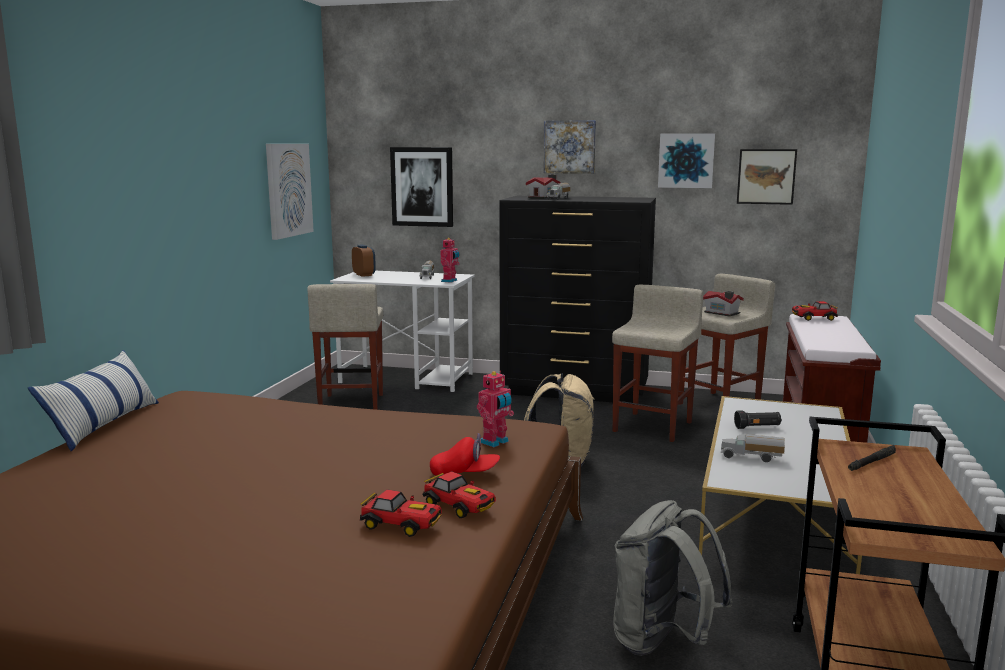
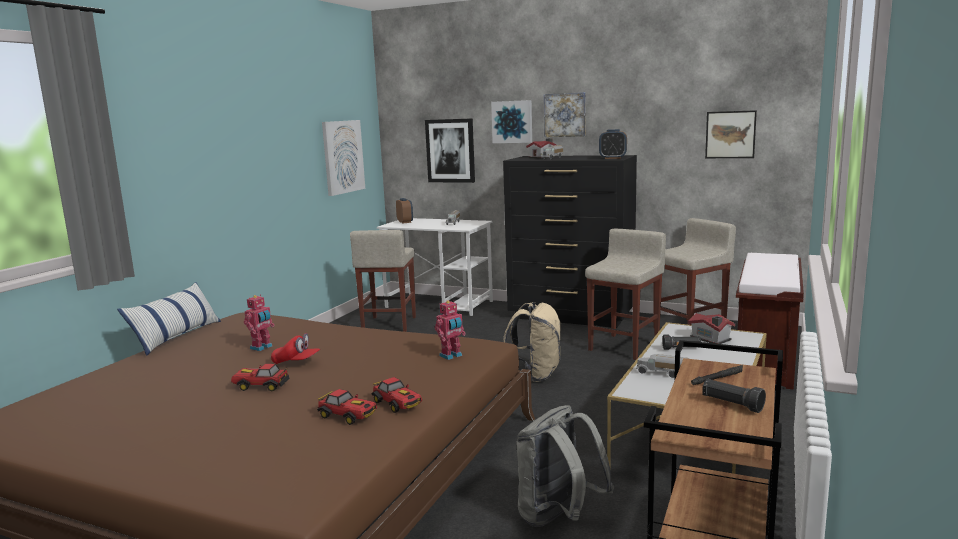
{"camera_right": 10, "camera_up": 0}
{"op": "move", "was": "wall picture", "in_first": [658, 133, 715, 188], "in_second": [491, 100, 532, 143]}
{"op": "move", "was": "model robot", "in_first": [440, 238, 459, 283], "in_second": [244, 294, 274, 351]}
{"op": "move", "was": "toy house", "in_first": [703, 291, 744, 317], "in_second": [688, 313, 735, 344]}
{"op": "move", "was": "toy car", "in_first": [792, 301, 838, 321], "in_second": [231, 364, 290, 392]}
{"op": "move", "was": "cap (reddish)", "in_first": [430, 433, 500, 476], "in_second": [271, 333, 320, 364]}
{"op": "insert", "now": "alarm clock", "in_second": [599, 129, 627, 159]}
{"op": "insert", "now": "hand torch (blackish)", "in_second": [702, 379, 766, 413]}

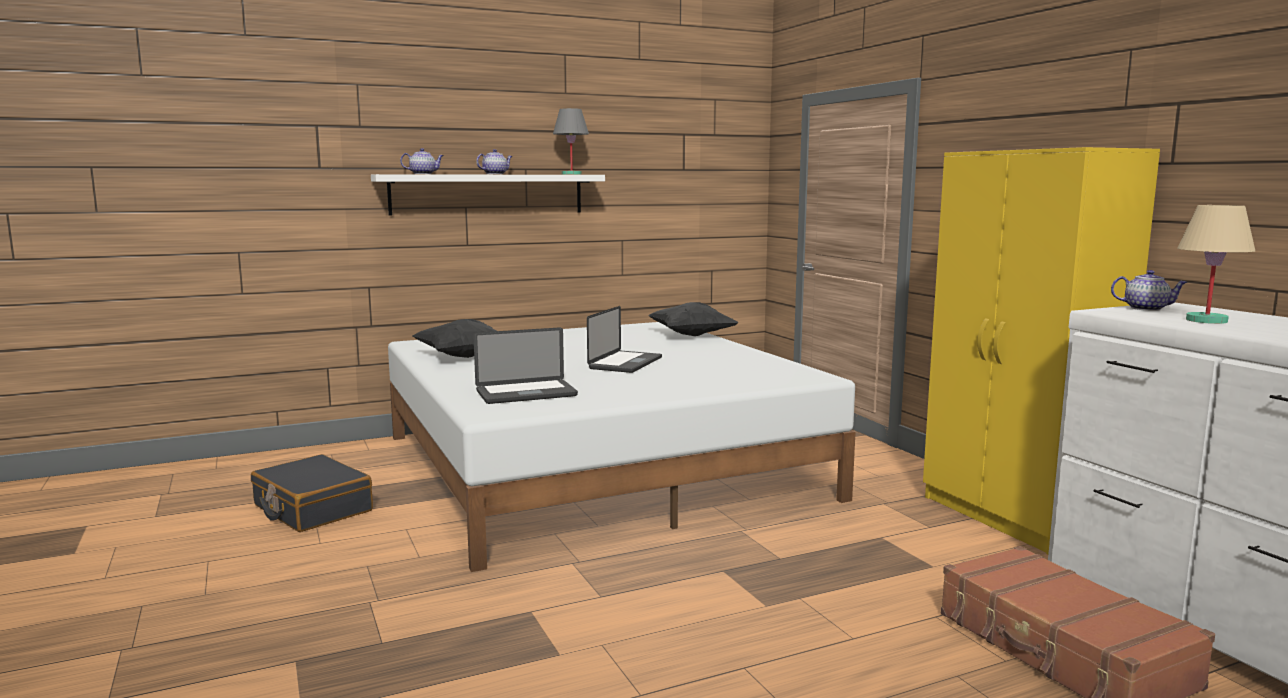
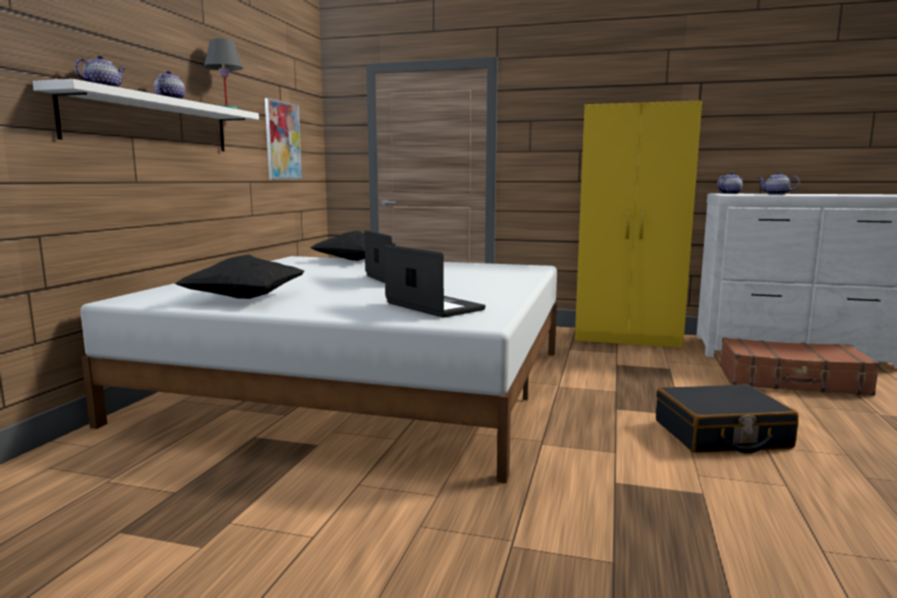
{"camera_right": -50, "camera_up": 0}
{"op": "replace", "was": "lamp for a table (sand-coloured)", "now": "pot for tea", "in_first": [1178, 205, 1255, 324], "in_second": [758, 172, 800, 195]}
{"op": "rotate", "was": "laptop", "in_first": [474, 327, 578, 404], "in_second": [384, 245, 485, 318], "clockwise": -60}
{"op": "move", "was": "piece of luggage (blackish)", "in_first": [251, 454, 373, 532], "in_second": [656, 384, 799, 454]}
{"op": "insert", "now": "wall picture", "in_second": [265, 98, 302, 179]}

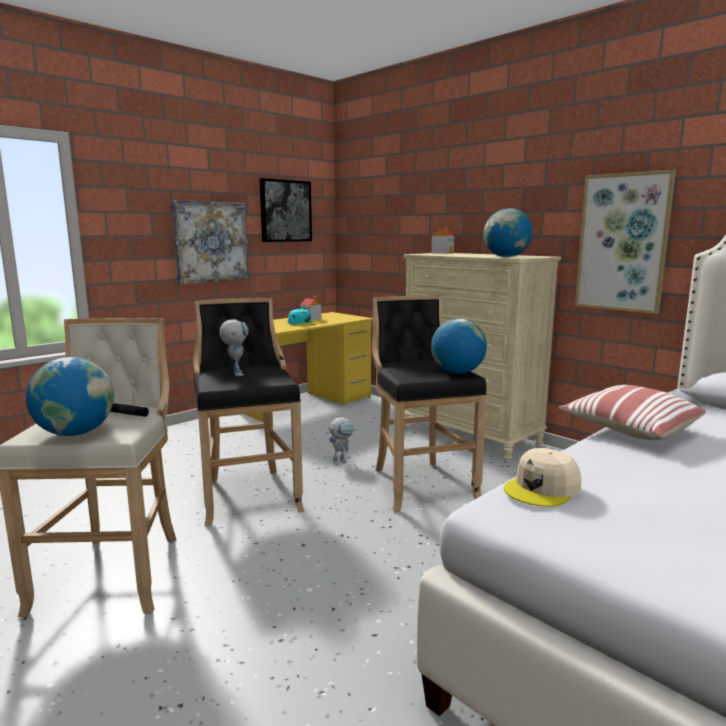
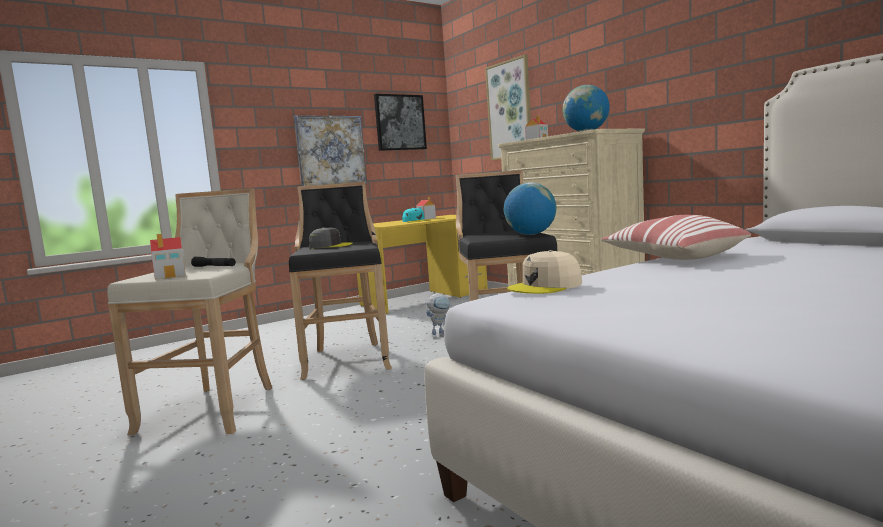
{"camera_right": 10, "camera_up": -5}
{"op": "move", "was": "wall picture", "in_first": [575, 169, 676, 314], "in_second": [485, 55, 531, 160]}
{"op": "replace", "was": "model robot", "now": "cap (gray)", "in_first": [220, 319, 249, 376], "in_second": [309, 227, 353, 248]}
{"op": "replace", "was": "globe", "now": "toy house", "in_first": [26, 357, 114, 436], "in_second": [150, 234, 186, 280]}

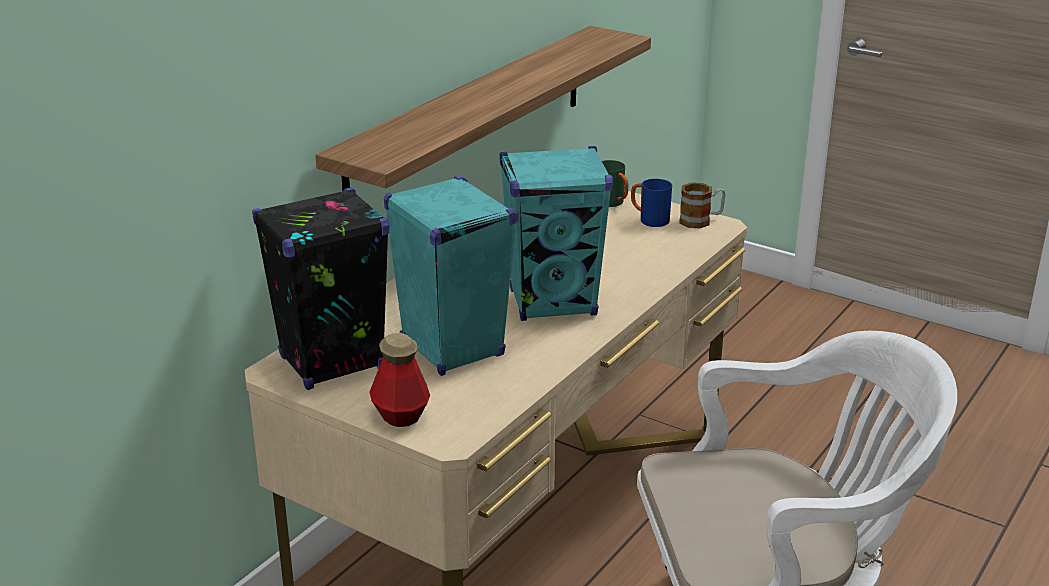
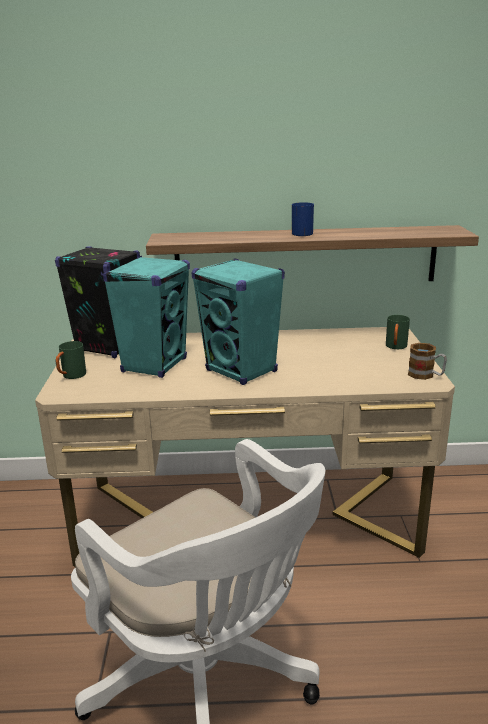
{"camera_right": 55, "camera_up": -5}
{"op": "move", "was": "tea mug (bluish)", "in_first": [631, 179, 672, 227], "in_second": [292, 202, 314, 236]}
{"op": "replace", "was": "drink bottle", "now": "tea mug (green-coloured)", "in_first": [370, 333, 430, 427], "in_second": [56, 341, 86, 379]}

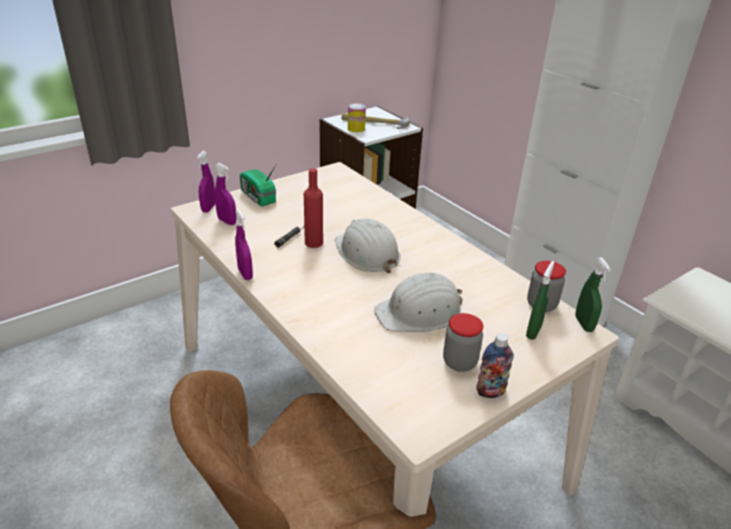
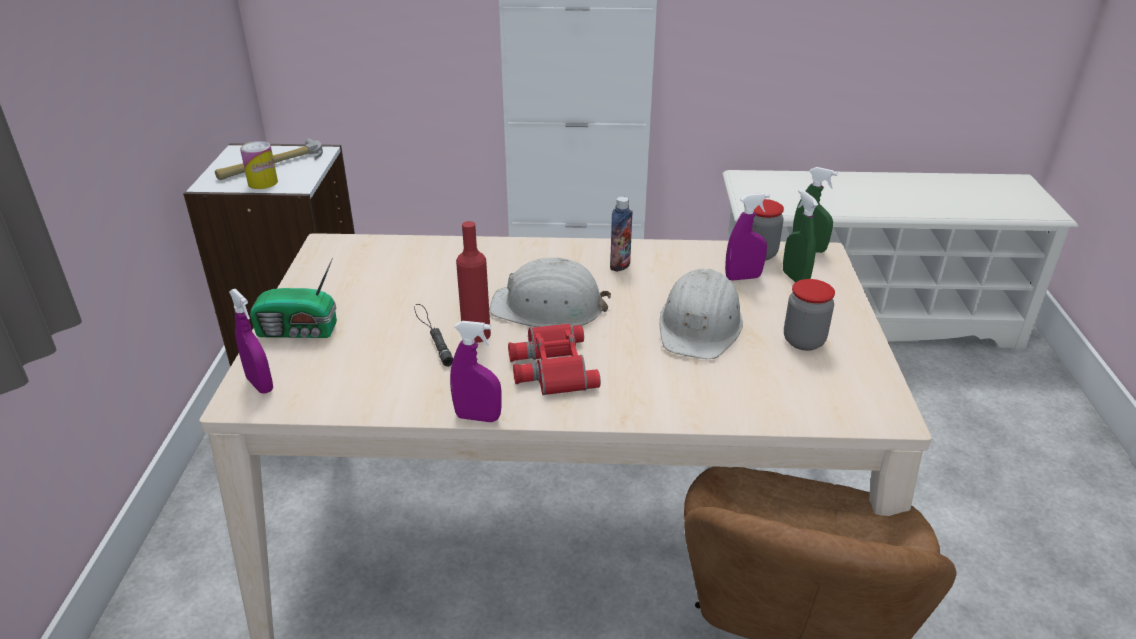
{"camera_right": -50, "camera_up": 0}
{"op": "move", "was": "sprayer (purplish)", "in_first": [215, 163, 236, 225], "in_second": [725, 193, 770, 280]}
{"op": "move", "was": "drink bottle", "in_first": [476, 333, 514, 398], "in_second": [610, 196, 633, 272]}
{"op": "insert", "now": "pair of binoculars (reddish)", "in_second": [508, 323, 601, 395]}

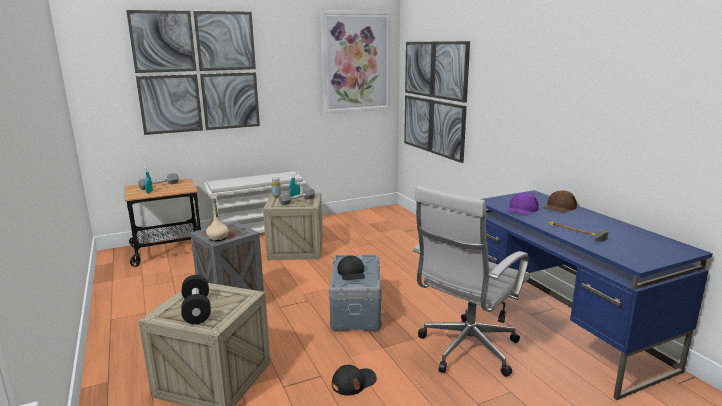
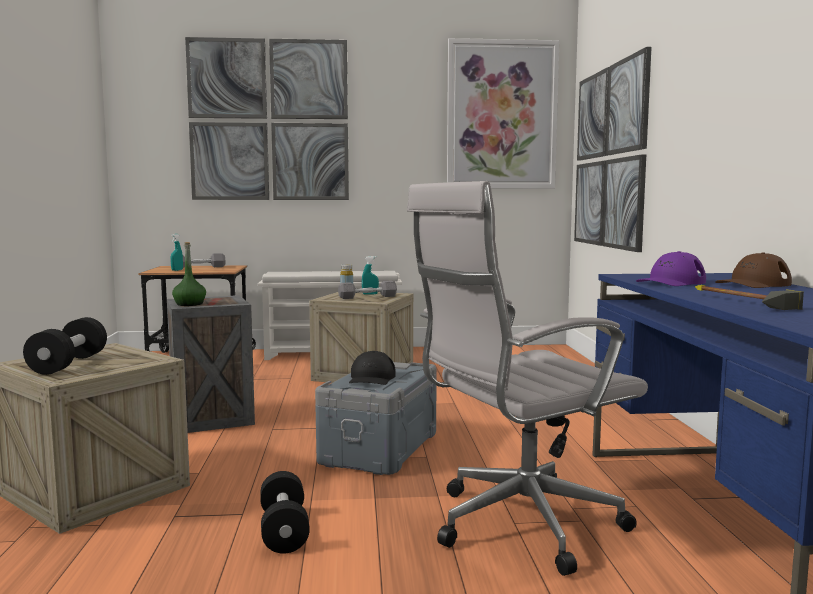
{"camera_right": 20, "camera_up": -10}
{"op": "recolor", "was": "drink bottle (sand-coloured)", "now": "drink bottle (green-coloured)", "in_first": [206, 198, 229, 241], "in_second": [172, 242, 206, 306]}
{"op": "replace", "was": "cap (blackish)", "now": "free weight (blackish)", "in_first": [332, 364, 377, 395], "in_second": [260, 471, 310, 554]}

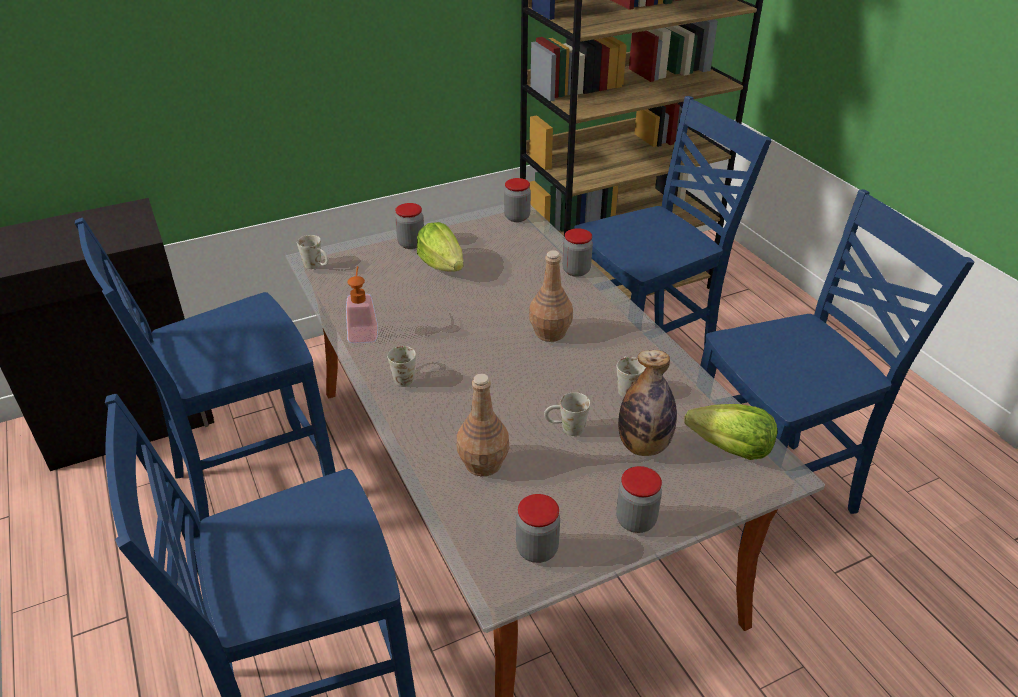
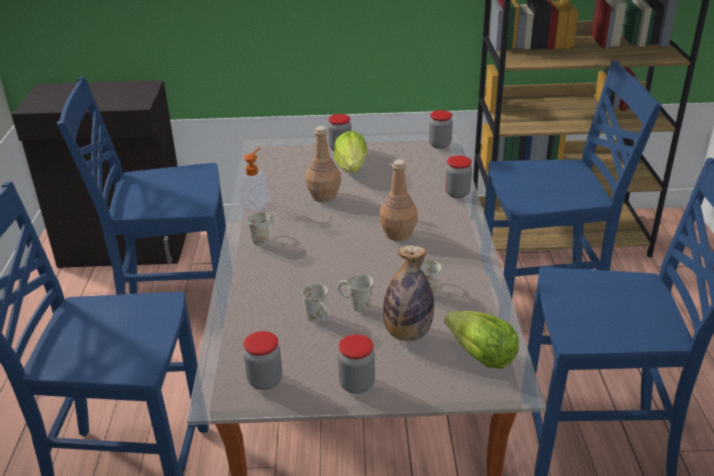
{"camera_right": 25, "camera_up": -5}
{"op": "move", "was": "tea mug (whitish)", "in_first": [297, 235, 329, 269], "in_second": [301, 283, 329, 322]}
{"op": "move", "was": "drink bottle (brownish)", "in_first": [457, 374, 509, 476], "in_second": [306, 126, 341, 202]}

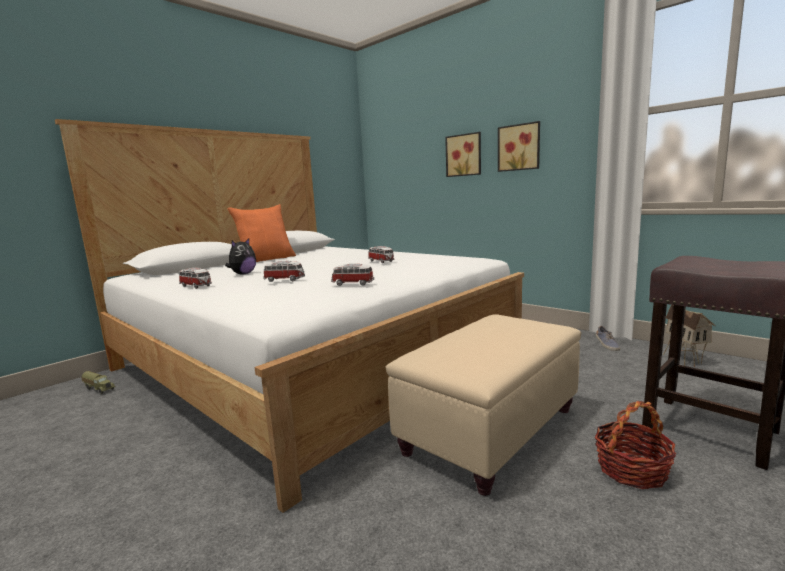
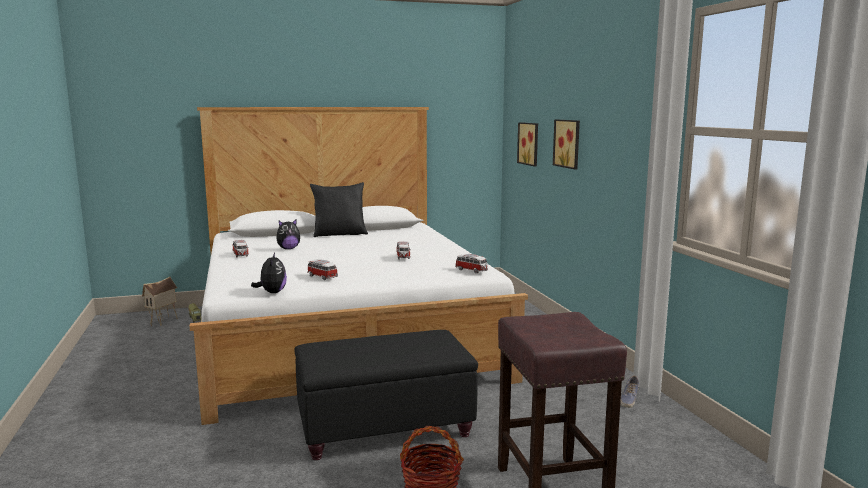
{"camera_right": 30, "camera_up": 0}
{"op": "move", "was": "wall picture", "in_first": [498, 121, 540, 172], "in_second": [517, 122, 538, 167]}
{"op": "recolor", "was": "cushion (orange)", "now": "cushion (blackish)", "in_first": [228, 204, 296, 262], "in_second": [310, 182, 368, 237]}
{"op": "move", "was": "toy car", "in_first": [263, 261, 305, 282], "in_second": [455, 254, 488, 273]}
{"op": "move", "was": "toy house", "in_first": [663, 305, 716, 367], "in_second": [142, 277, 178, 326]}
{"op": "recolor", "was": "footrest (sand-coloured)", "now": "footrest (blackish)", "in_first": [386, 314, 581, 496], "in_second": [295, 330, 478, 460]}
{"op": "insert", "now": "soft toy", "in_second": [251, 253, 287, 293]}

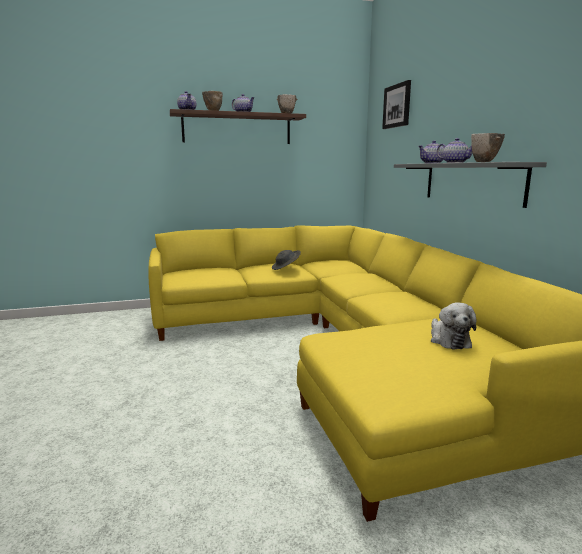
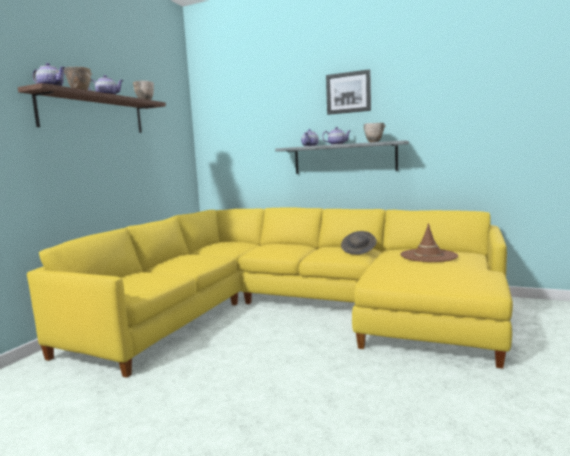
{"camera_right": -50, "camera_up": -5}
{"op": "move", "was": "wall picture", "in_first": [382, 80, 411, 129], "in_second": [326, 69, 371, 115]}
{"op": "move", "was": "wearable hat (gray)", "in_first": [272, 250, 301, 270], "in_second": [341, 231, 376, 255]}
{"op": "replace", "was": "soft toy", "now": "wearable hat (brownish)", "in_first": [431, 302, 476, 350], "in_second": [401, 223, 458, 262]}

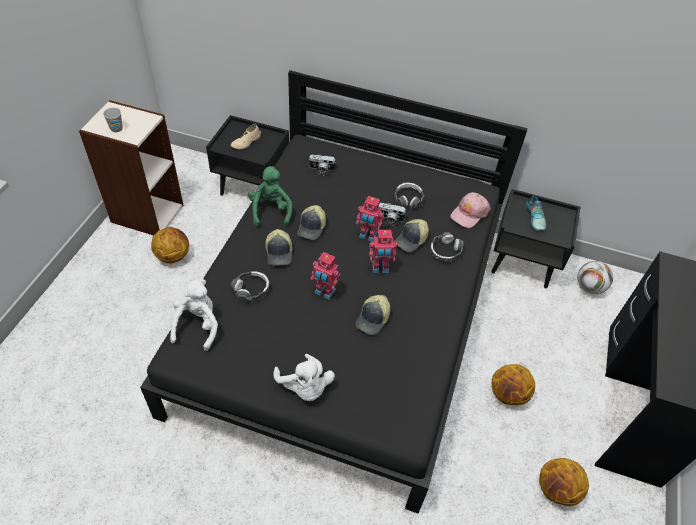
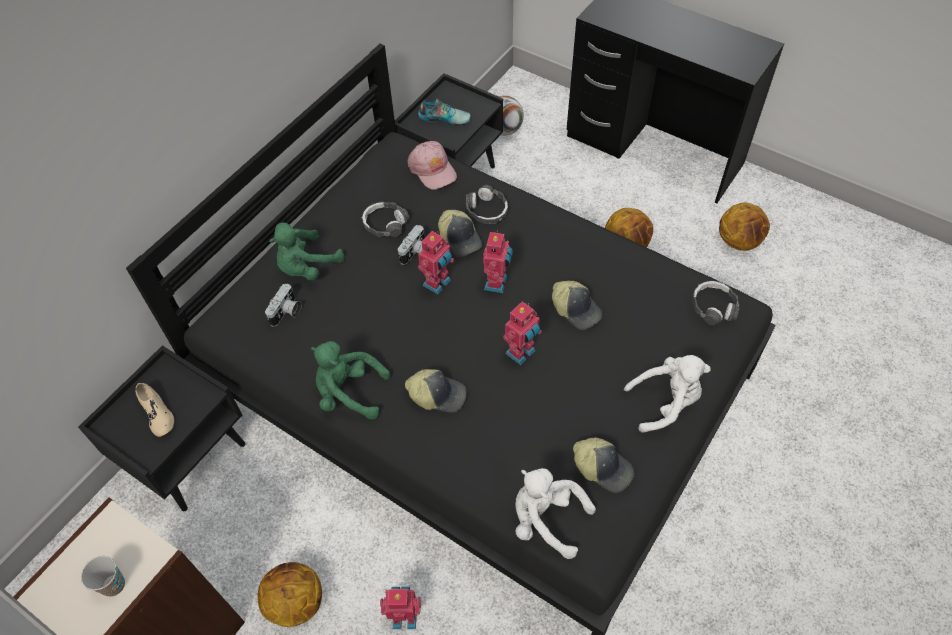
{"camera_right": -70, "camera_up": 5}
{"op": "move", "was": "cap", "in_first": [297, 205, 326, 240], "in_second": [573, 438, 635, 493]}
{"op": "move", "was": "headphones", "in_first": [231, 271, 269, 302], "in_second": [693, 281, 739, 325]}
{"op": "insert", "now": "soft toy (green-coloured)", "in_second": [269, 222, 345, 281]}
{"op": "insert", "now": "model robot", "in_second": [380, 587, 421, 629]}

